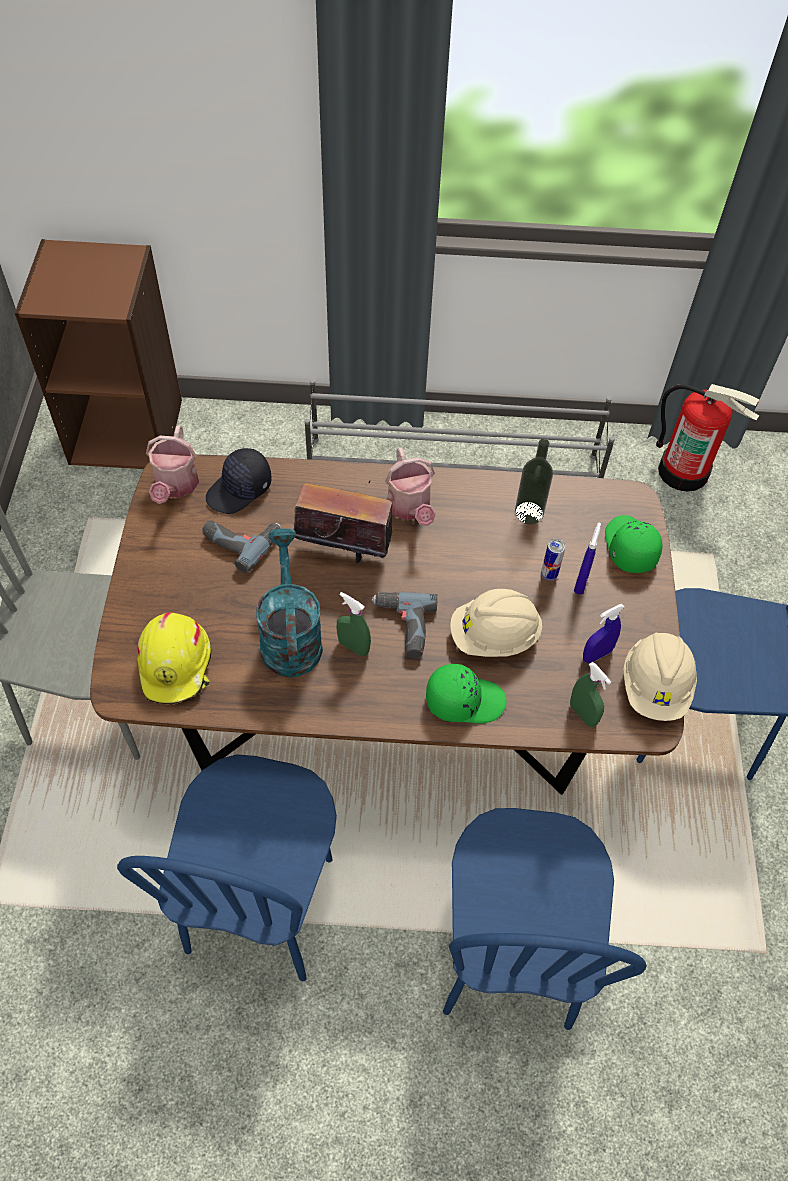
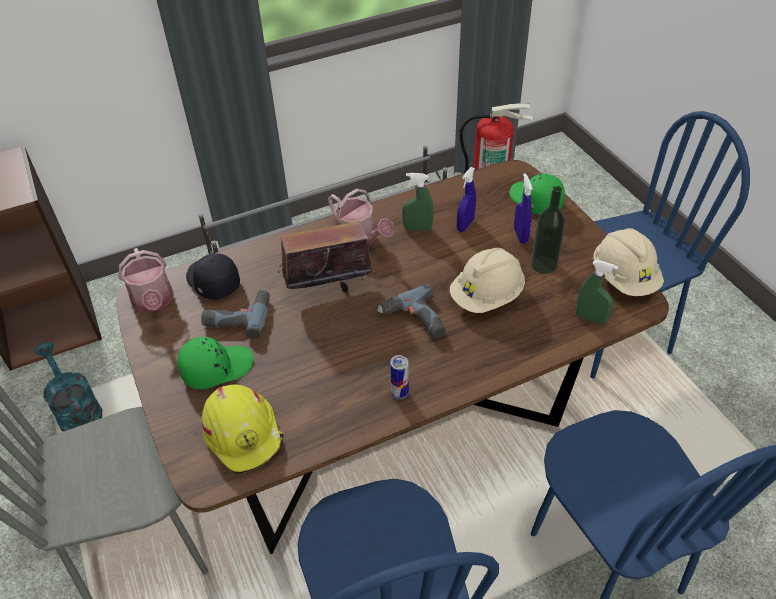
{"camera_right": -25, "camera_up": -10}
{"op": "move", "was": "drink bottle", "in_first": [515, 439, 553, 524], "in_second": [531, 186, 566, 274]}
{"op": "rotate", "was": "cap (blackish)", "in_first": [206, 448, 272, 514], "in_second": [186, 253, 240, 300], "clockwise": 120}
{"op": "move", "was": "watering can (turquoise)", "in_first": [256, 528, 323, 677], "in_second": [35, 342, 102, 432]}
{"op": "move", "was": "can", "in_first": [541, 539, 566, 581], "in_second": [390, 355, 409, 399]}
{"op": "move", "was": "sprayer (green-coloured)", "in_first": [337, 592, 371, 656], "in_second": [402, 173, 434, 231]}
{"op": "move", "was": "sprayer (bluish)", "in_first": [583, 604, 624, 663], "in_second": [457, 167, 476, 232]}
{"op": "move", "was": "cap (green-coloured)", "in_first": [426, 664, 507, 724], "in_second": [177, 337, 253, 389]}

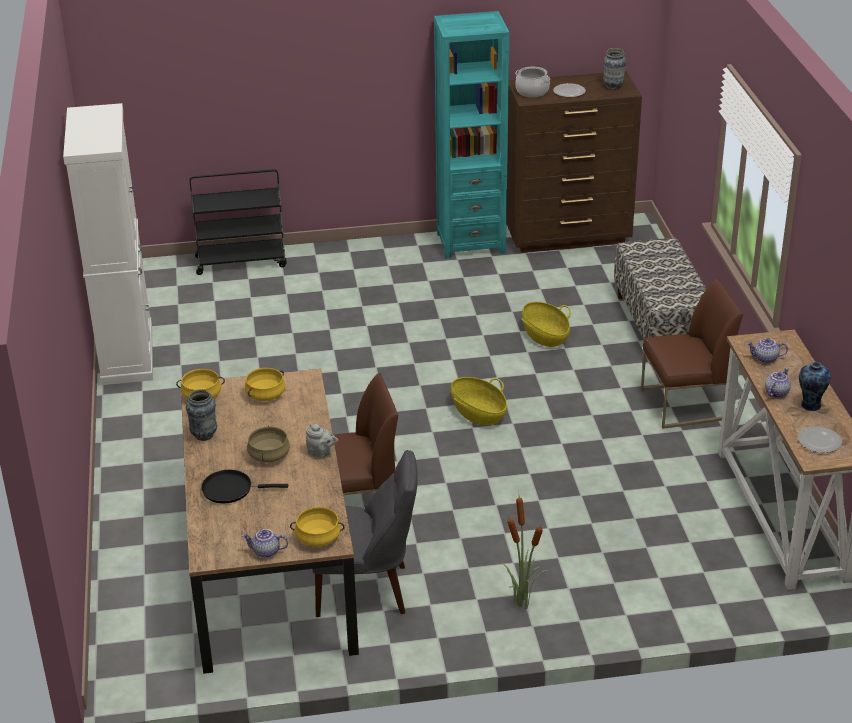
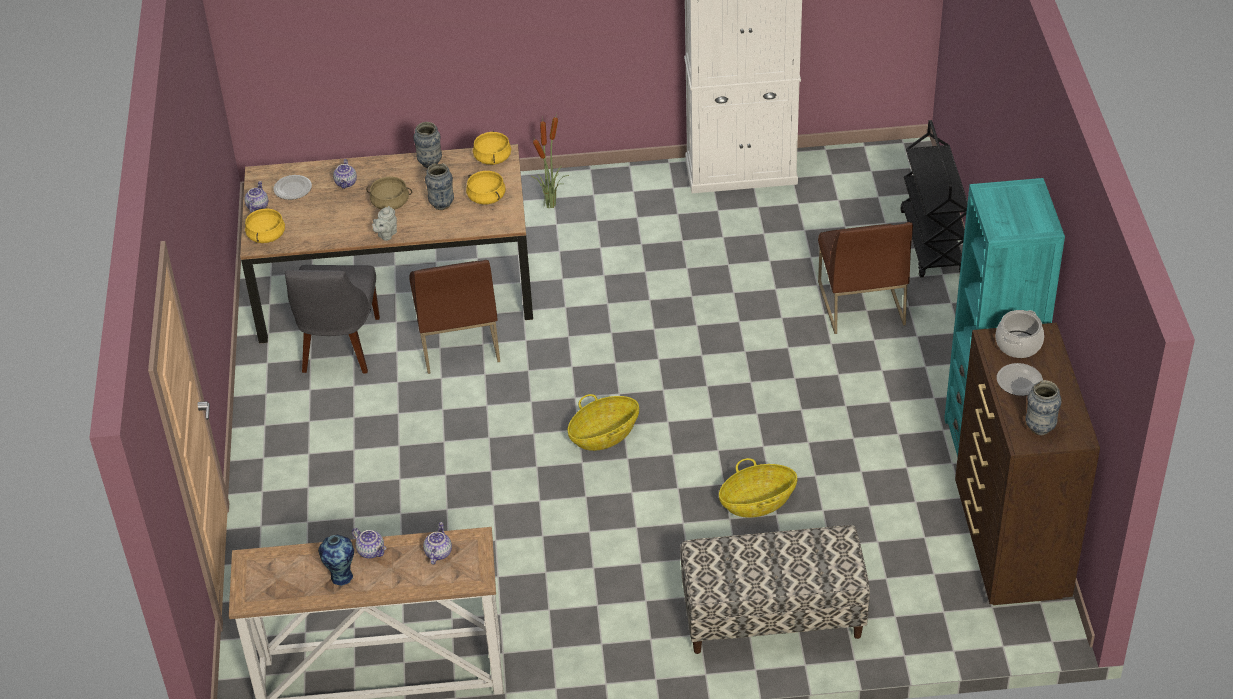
{"camera_right": 95, "camera_up": 10}
{"op": "move", "was": "upright chair (brownish)", "in_first": [641, 278, 743, 429], "in_second": [818, 222, 913, 334]}
{"op": "move", "was": "plate", "in_first": [798, 426, 842, 453], "in_second": [274, 175, 312, 200]}
{"op": "replace", "was": "pan (blackish)", "now": "pot for tea", "in_first": [201, 470, 288, 503], "in_second": [333, 159, 357, 189]}
{"op": "move", "was": "potted plant", "in_first": [501, 497, 549, 609], "in_second": [531, 113, 569, 208]}
{"op": "insert", "now": "flower vase", "in_second": [425, 163, 454, 210]}

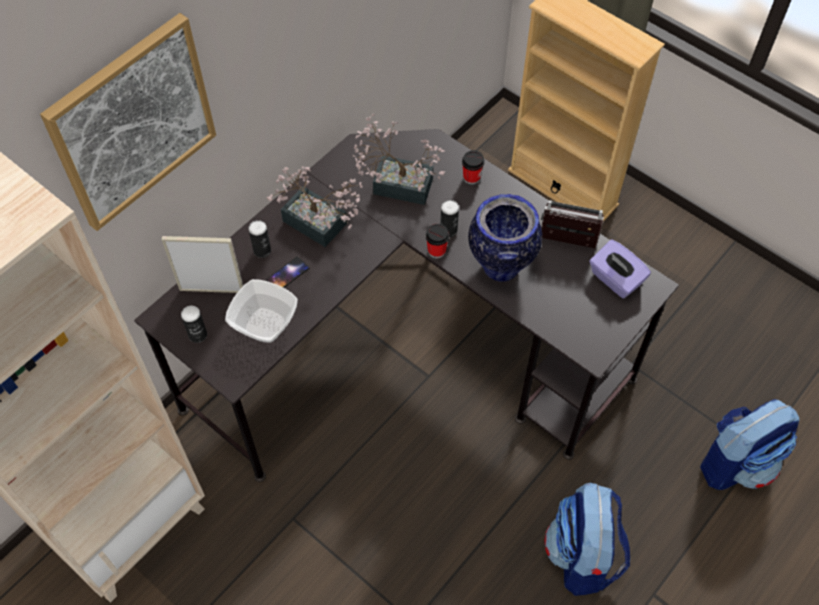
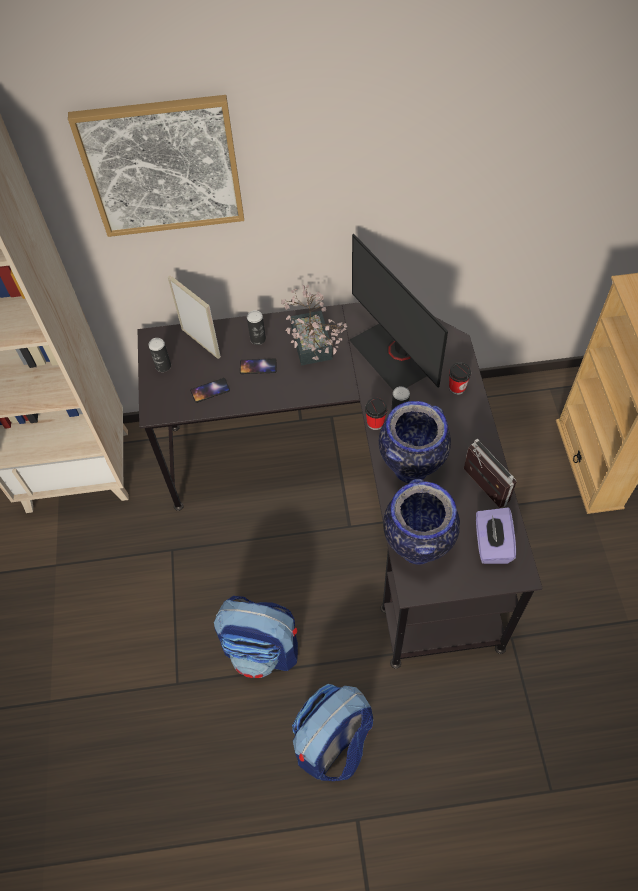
{"camera_right": 45, "camera_up": 0}
{"op": "replace", "was": "potted plant", "now": "monitor", "in_first": [352, 114, 445, 205], "in_second": [349, 234, 448, 390]}
{"op": "replace", "was": "serving bowl", "now": "telephone", "in_first": [225, 279, 298, 343], "in_second": [190, 378, 230, 403]}
{"op": "move", "was": "knapsack", "in_first": [700, 399, 799, 490], "in_second": [214, 596, 298, 678]}
{"op": "insert", "now": "flower vase", "in_second": [383, 479, 460, 565]}

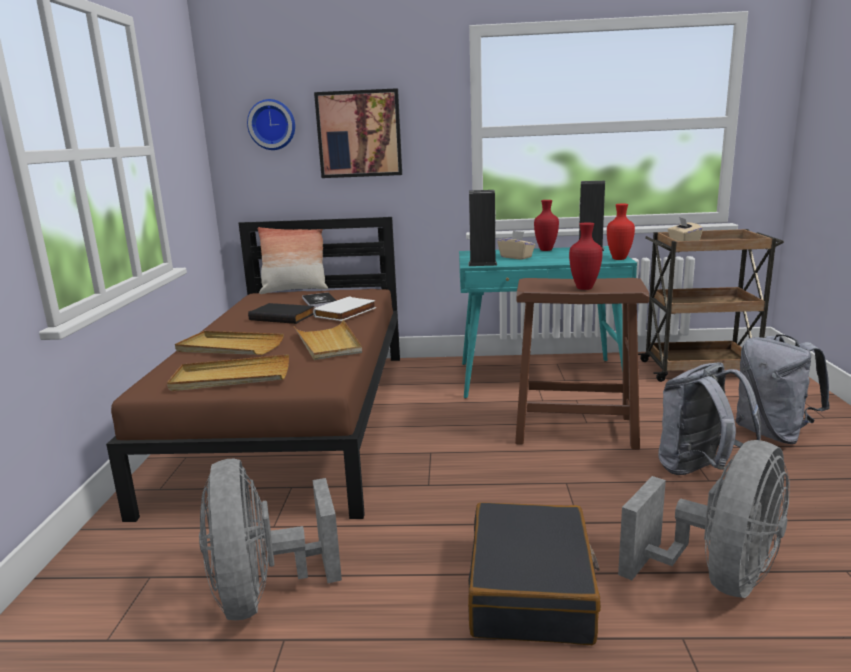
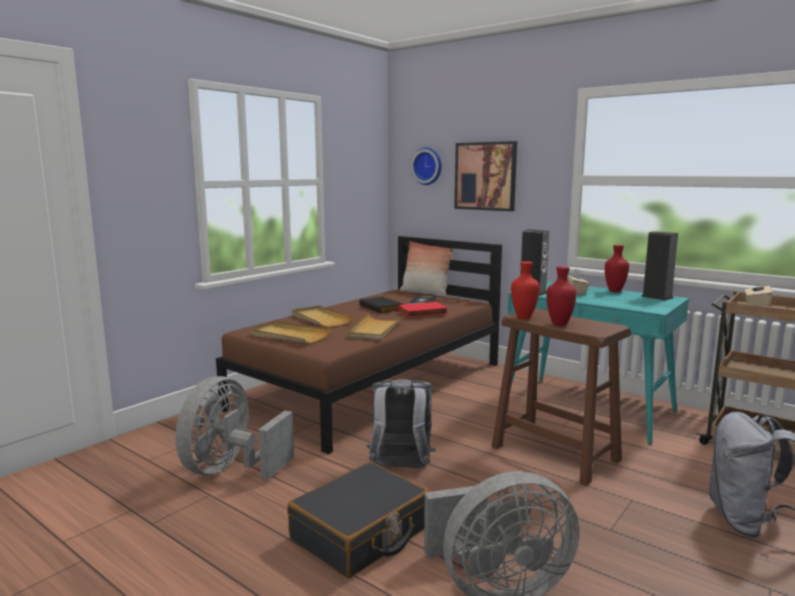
{"camera_right": 35, "camera_up": -5}
{"op": "move", "was": "flower vase (reddish)", "in_first": [607, 204, 635, 260], "in_second": [511, 261, 540, 319]}
{"op": "recolor", "was": "volume (whitish)", "now": "volume (reddish)", "in_first": [313, 296, 376, 321], "in_second": [399, 302, 448, 318]}
{"op": "move", "was": "knapsack (gray)", "in_first": [658, 363, 762, 475], "in_second": [367, 379, 435, 468]}

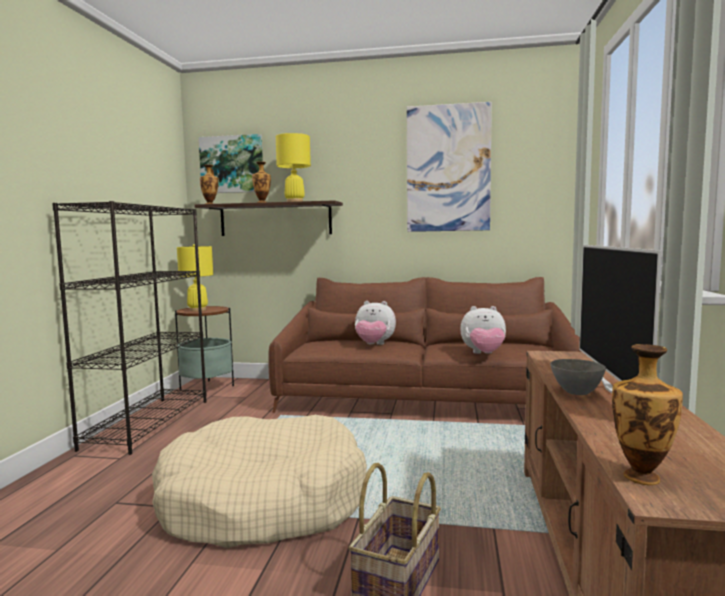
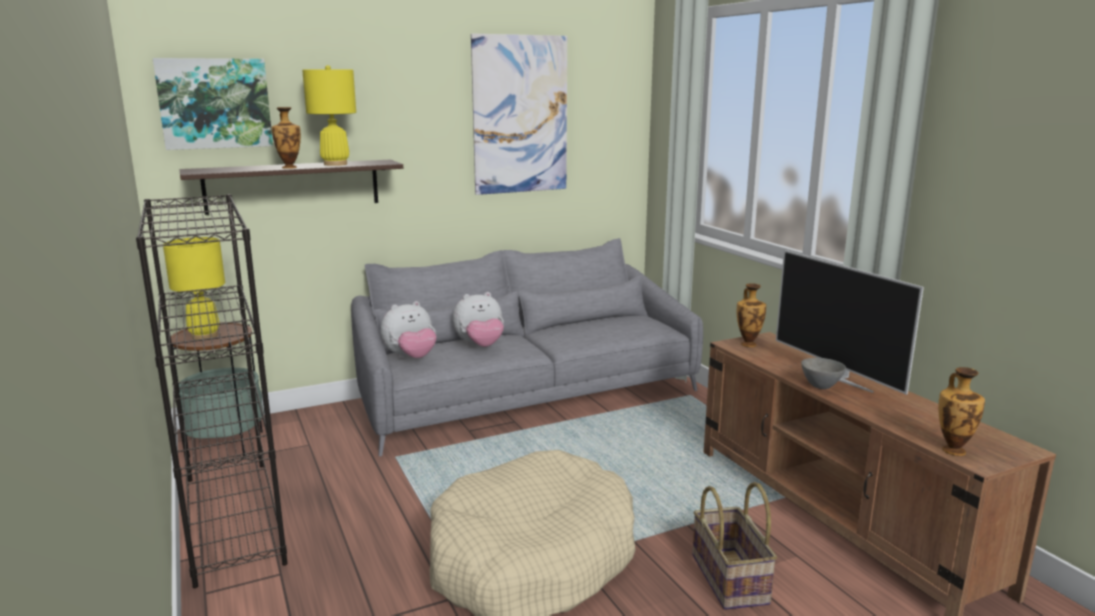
{"camera_right": -35, "camera_up": 10}
{"op": "move", "was": "flower vase", "in_first": [200, 164, 219, 204], "in_second": [737, 283, 766, 347]}
{"op": "recolor", "was": "settee (brownish)", "now": "settee (gray)", "in_first": [268, 277, 581, 413], "in_second": [351, 238, 703, 457]}
{"op": "move", "was": "soft toy", "in_first": [460, 306, 506, 354], "in_second": [381, 301, 437, 358]}

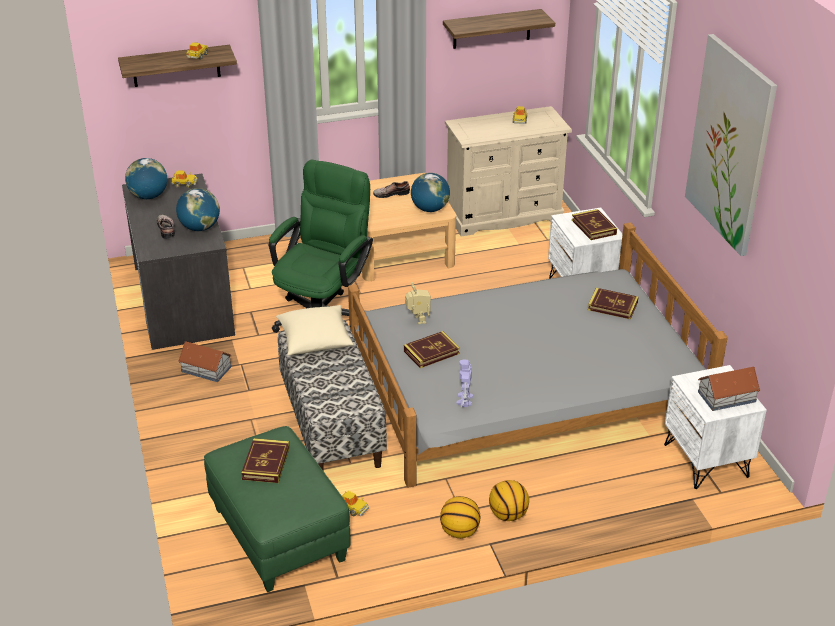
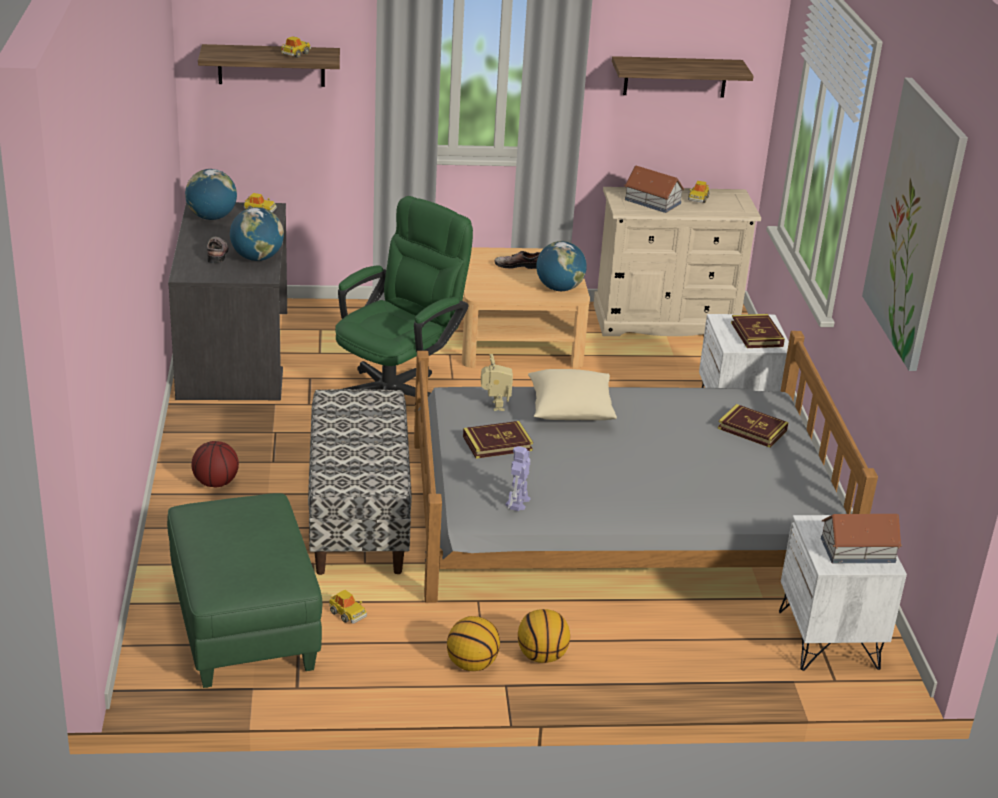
{"camera_right": 10, "camera_up": -5}
{"op": "move", "was": "cushion (sand-coloured)", "in_first": [276, 305, 353, 355], "in_second": [528, 369, 617, 420]}
{"op": "move", "was": "toy house", "in_first": [178, 341, 232, 382], "in_second": [624, 166, 684, 213]}
{"op": "delete", "was": "volume", "in_first": [241, 438, 290, 483]}
{"op": "insert", "now": "basketball ball", "in_second": [192, 441, 239, 487]}

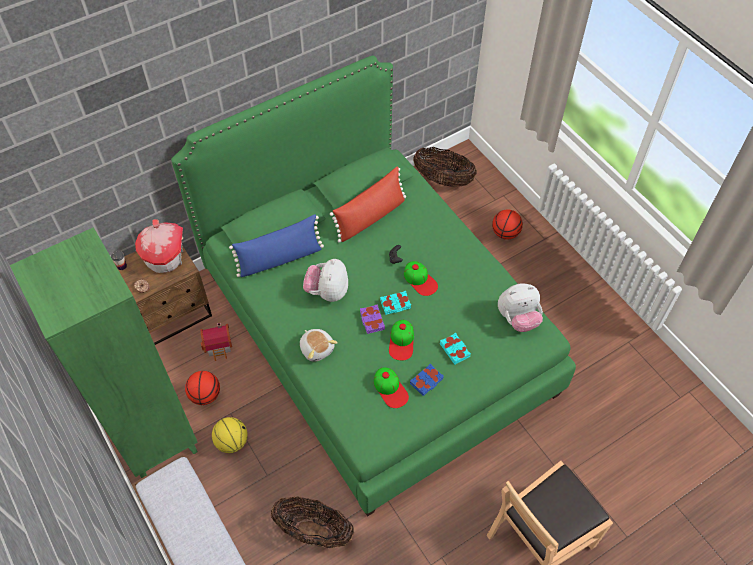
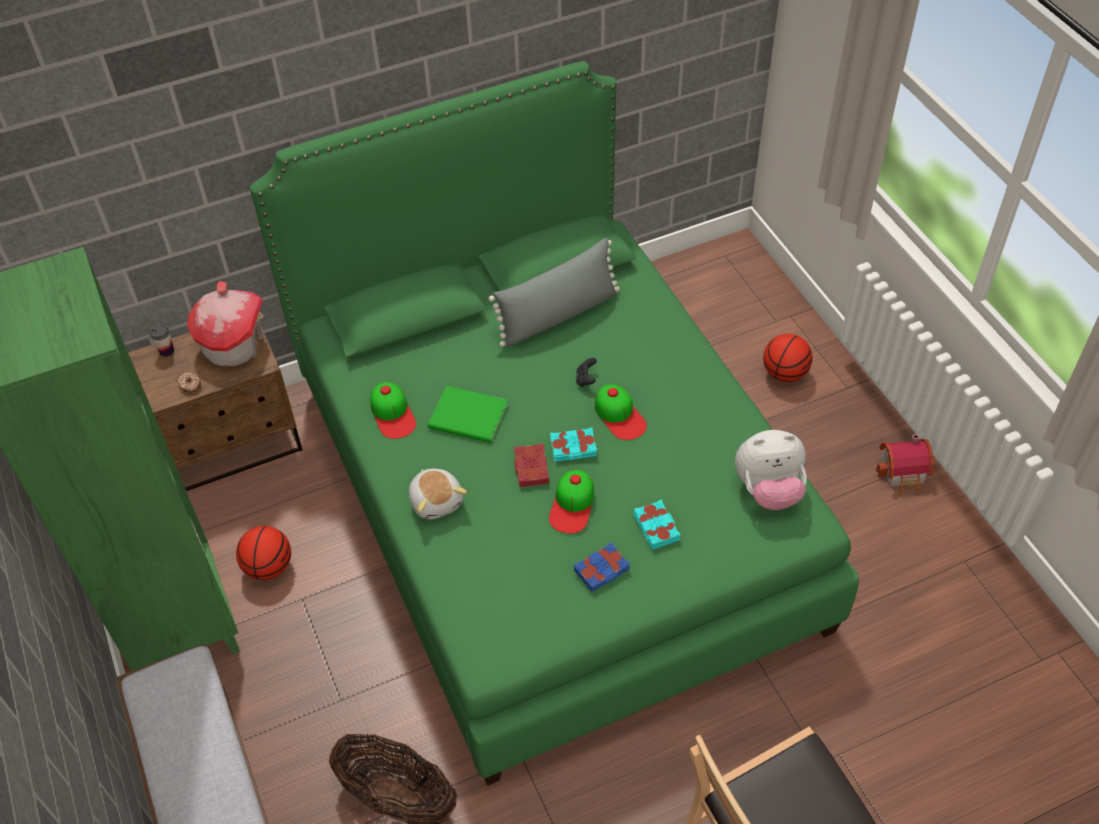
{"camera_right": 10, "camera_up": -5}
{"op": "delete", "was": "storage basket", "in_first": [413, 147, 477, 187]}
{"op": "recolor", "was": "cushion (reddish)", "now": "cushion (gray)", "in_first": [330, 167, 406, 243], "in_second": [489, 238, 620, 347]}
{"op": "delete", "was": "cushion (bluish)", "in_first": [229, 214, 324, 277]}
{"op": "replace", "was": "soft toy", "now": "volume (green-coloured)", "in_first": [303, 259, 348, 302], "in_second": [428, 386, 508, 443]}
{"op": "recolor", "was": "volume (purplish)", "now": "volume (reddish)", "in_first": [360, 304, 385, 334], "in_second": [514, 443, 549, 487]}
{"op": "move", "was": "toy house", "in_first": [200, 322, 232, 361], "in_second": [876, 434, 934, 495]}
{"op": "move", "was": "cap", "in_first": [374, 368, 409, 408], "in_second": [370, 382, 416, 439]}
{"op": "delete", "was": "basketball ball", "in_first": [212, 417, 248, 453]}

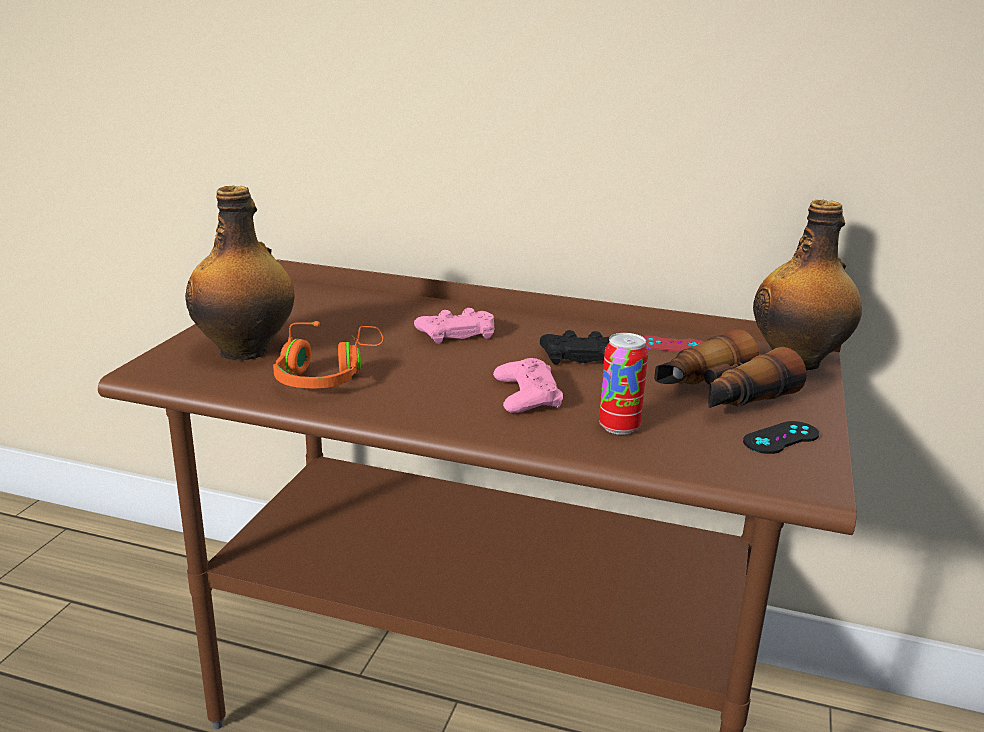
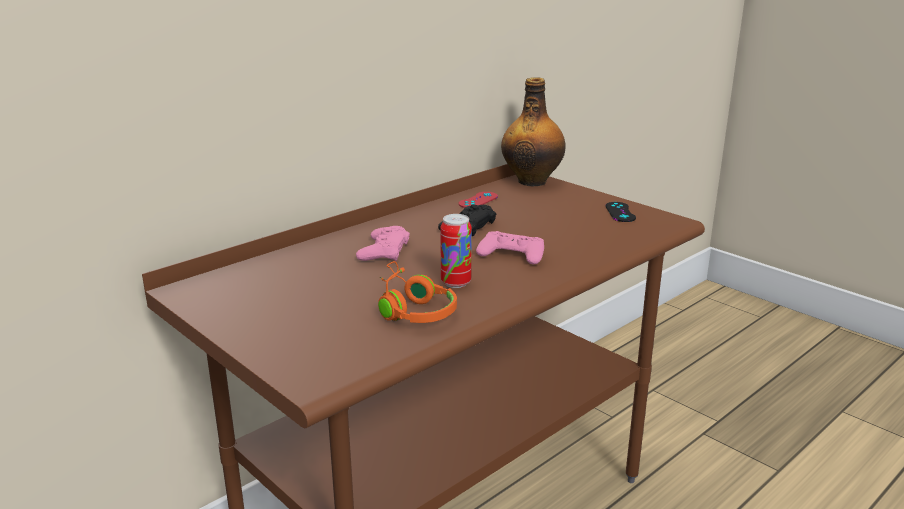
{"camera_right": -60, "camera_up": 0}
{"op": "delete", "was": "drink bottle", "in_first": [185, 185, 294, 361]}
{"op": "delete", "was": "pair of binoculars", "in_first": [654, 329, 807, 408]}
{"op": "move", "was": "can", "in_first": [599, 333, 648, 435], "in_second": [440, 214, 472, 288]}

